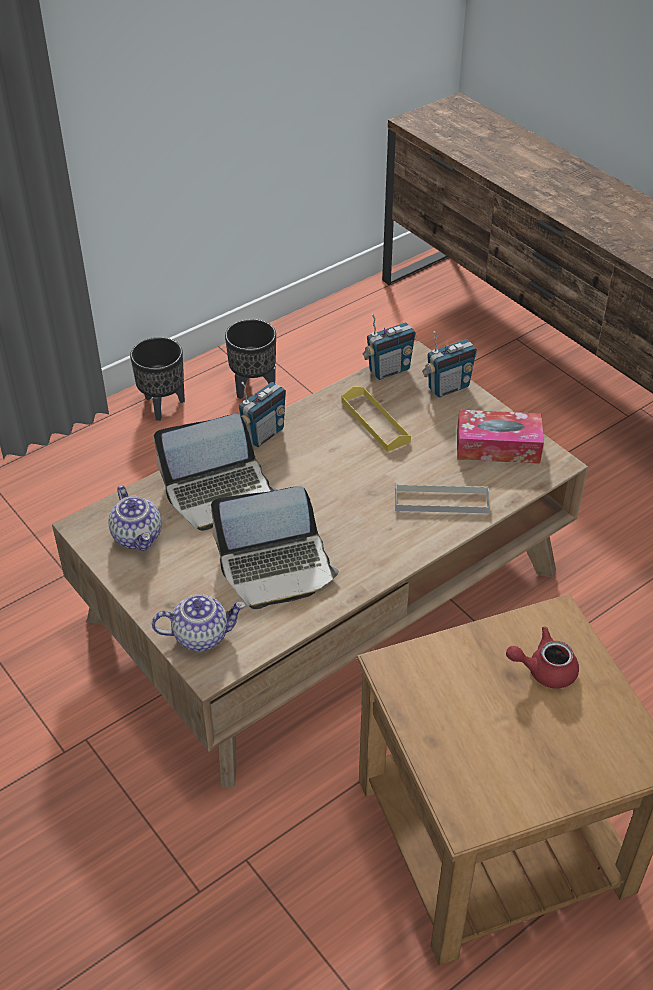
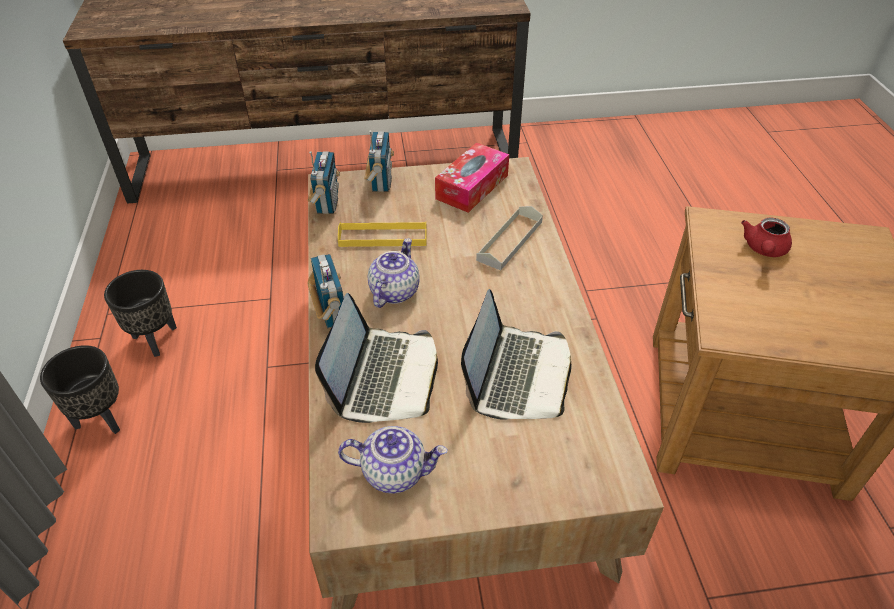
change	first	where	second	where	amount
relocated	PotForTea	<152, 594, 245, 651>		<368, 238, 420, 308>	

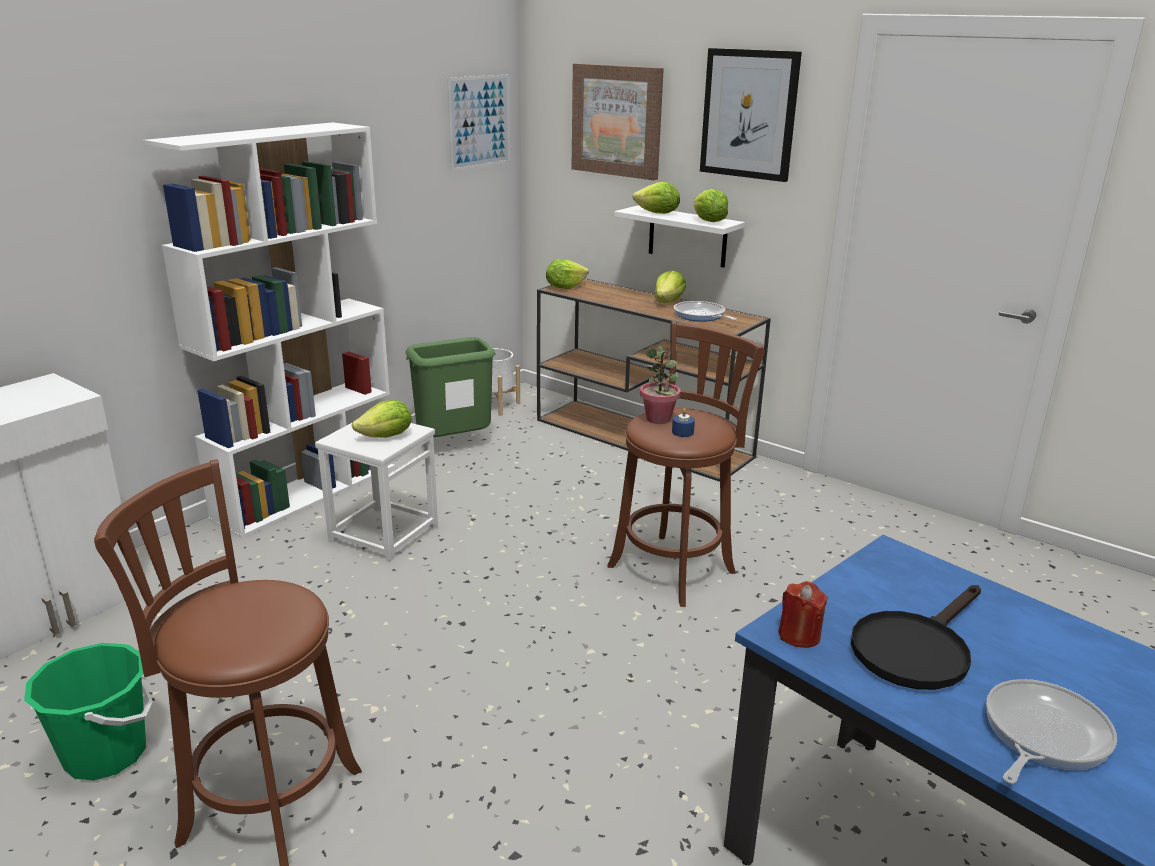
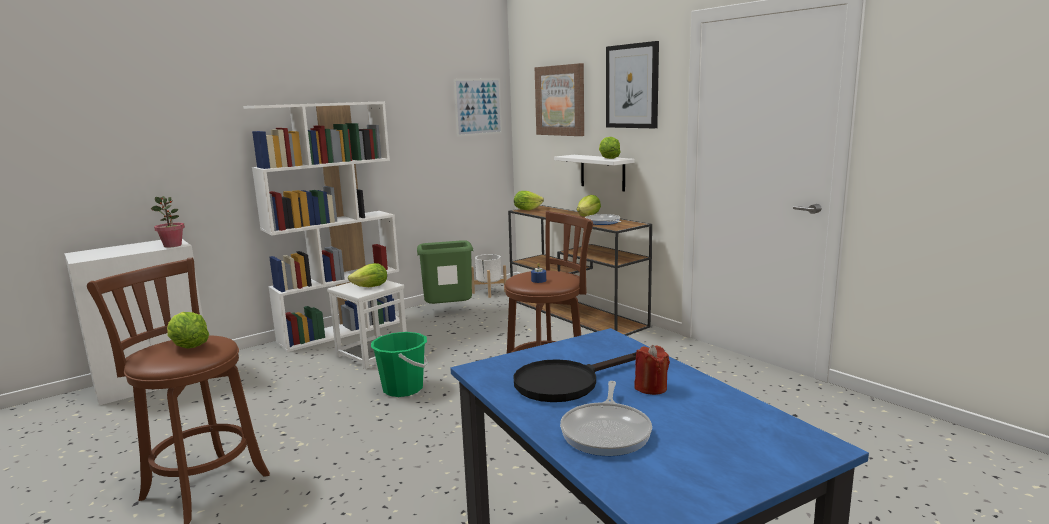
change	first	where	second	where	amount
relocated	LettuceHead	<633, 182, 680, 214>		<167, 312, 209, 349>	
relocated	PlantInAPot	<640, 346, 681, 424>		<151, 196, 185, 248>	
relocated	ReddishCandle	<779, 581, 828, 648>		<635, 345, 670, 395>	
relocated	GreenWaterBucket	<24, 643, 153, 780>		<371, 332, 428, 397>	
spun	FryingPan	<986, 679, 1117, 784>		<560, 381, 652, 456>	135 degrees clockwise

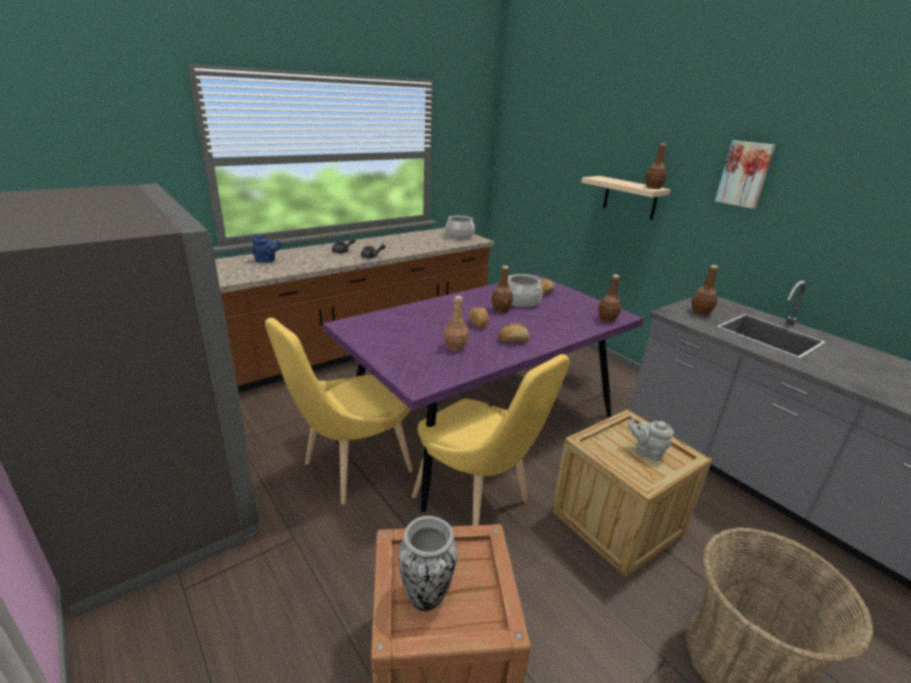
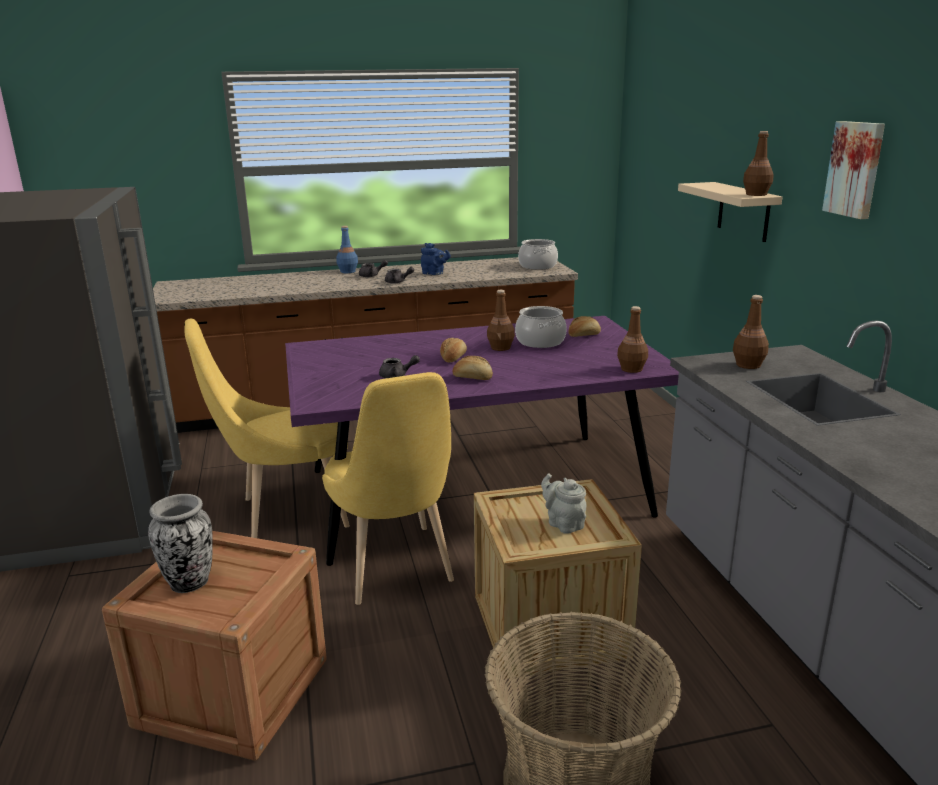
change	first	where	second	where	amount
relocated	BlueColouredPotForTea	<252, 234, 282, 263>		<421, 243, 451, 275>	
exchanged	BrownColouredBottle	<444, 296, 469, 351>	GrayPotForTea	<379, 355, 420, 378>	
appeared			BlueColouredBottle	<336, 226, 358, 273>	

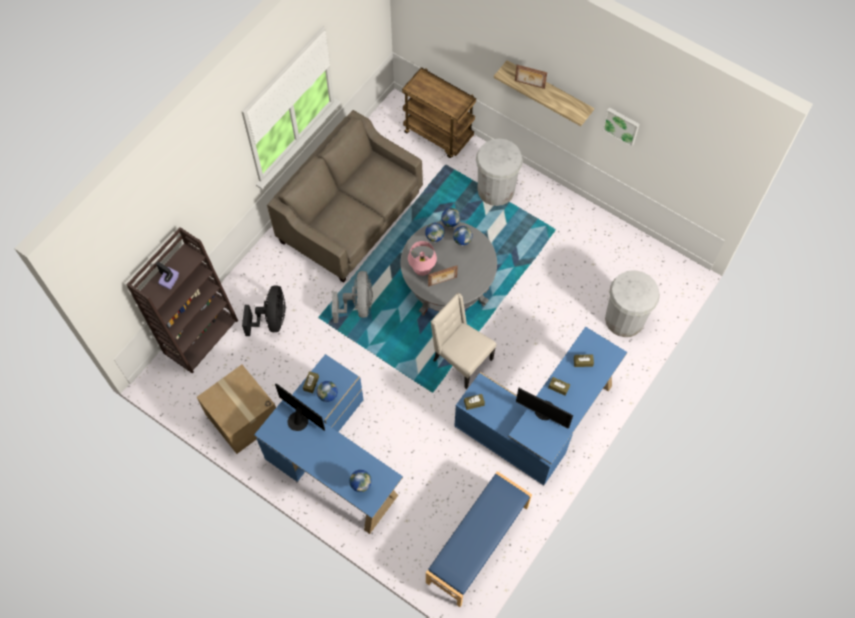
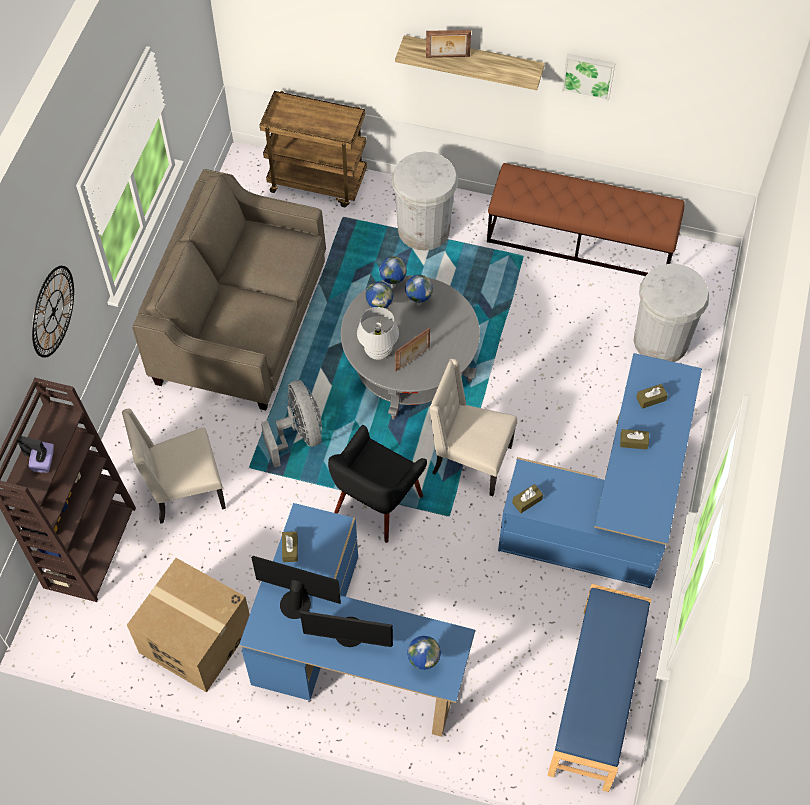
change	first	where	second	where	amount
colour	PinkishTableLamp	<408, 241, 437, 276>	WhitishTableLamp	<357, 307, 399, 360>	
exchanged	BlackElectricFan	<242, 285, 286, 336>	BeigeColouredUprightChair	<122, 409, 226, 524>	
missing	Globe	<317, 381, 338, 402>			
relocated	Monitor	<516, 388, 573, 428>		<300, 611, 393, 647>	
appeared			BrownColouredIndoorBench	<487, 163, 685, 276>	
appeared			ClockOnTheWall	<32, 266, 74, 358>	
appeared			BlackLoungeChair	<328, 425, 427, 543>	

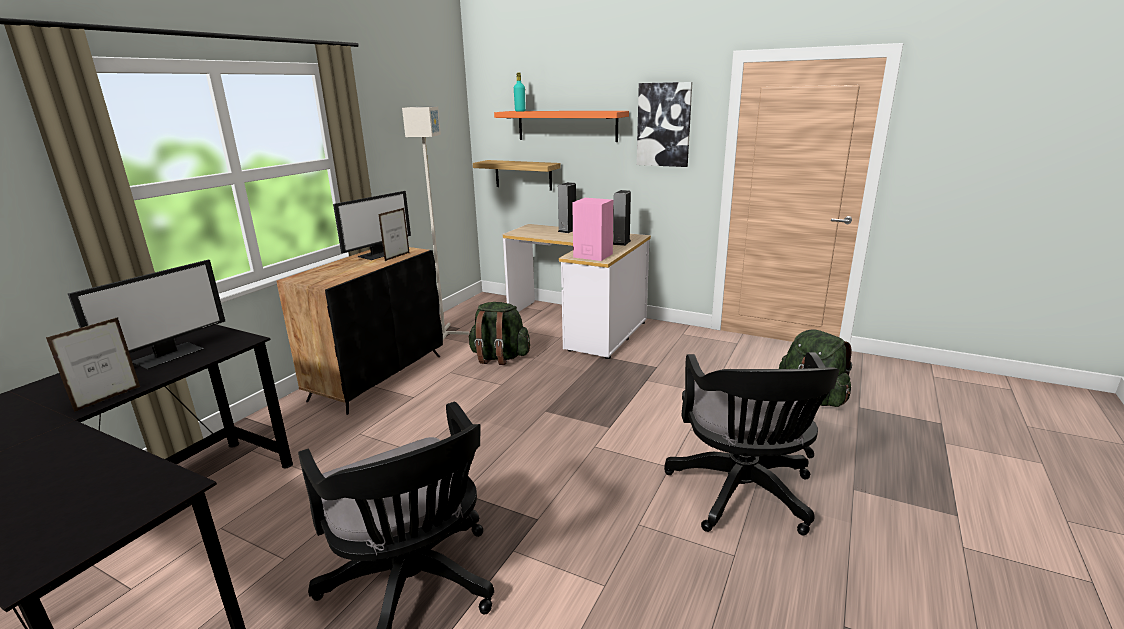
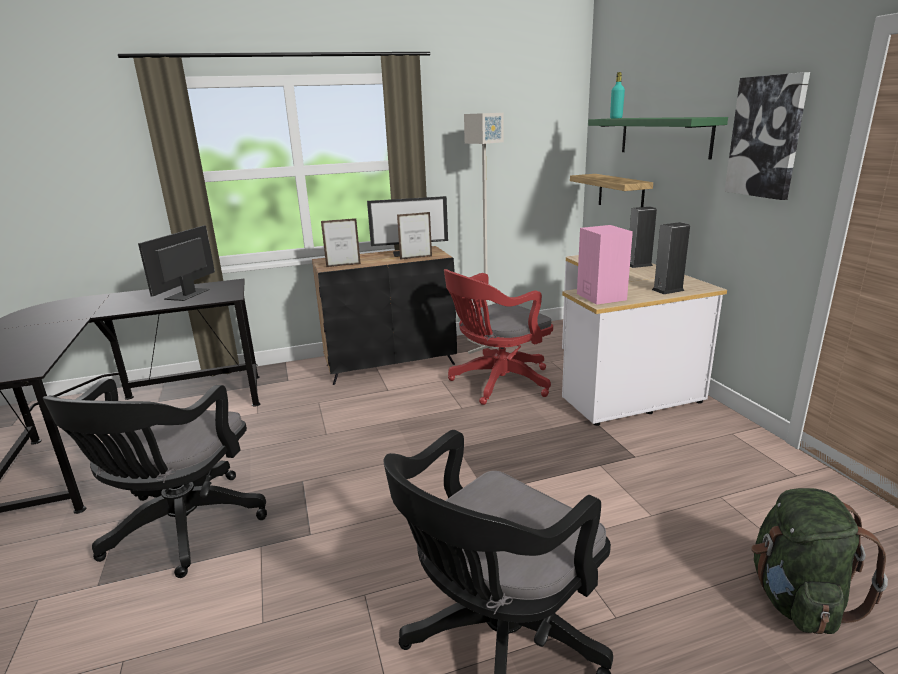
change	first	where	second	where	amount
colour	OrangeShelf	<494, 111, 629, 142>	GreenShelf	<588, 117, 728, 159>	
spun	Monitor	<68, 260, 225, 369>		<138, 225, 215, 301>	120 degrees clockwise
exchanged	GreenKnapsack	<468, 302, 530, 365>	ReddishOfficeChair	<444, 269, 553, 405>	
relocated	PictureFrame	<46, 317, 141, 412>		<321, 218, 361, 267>	

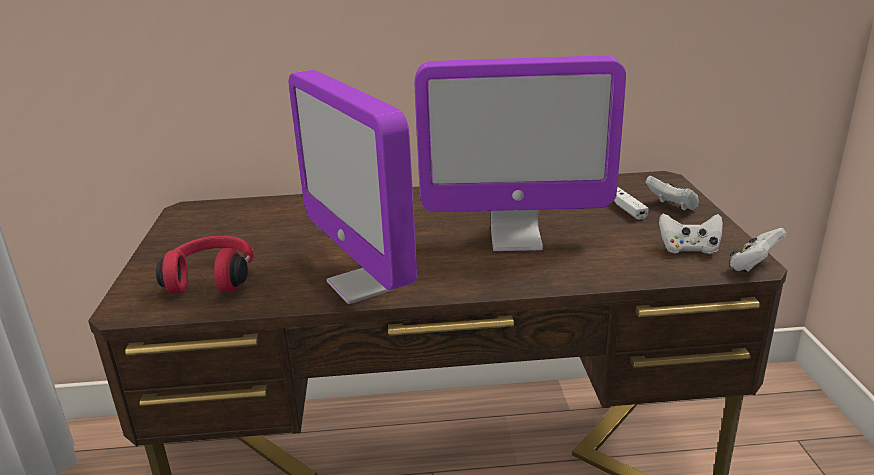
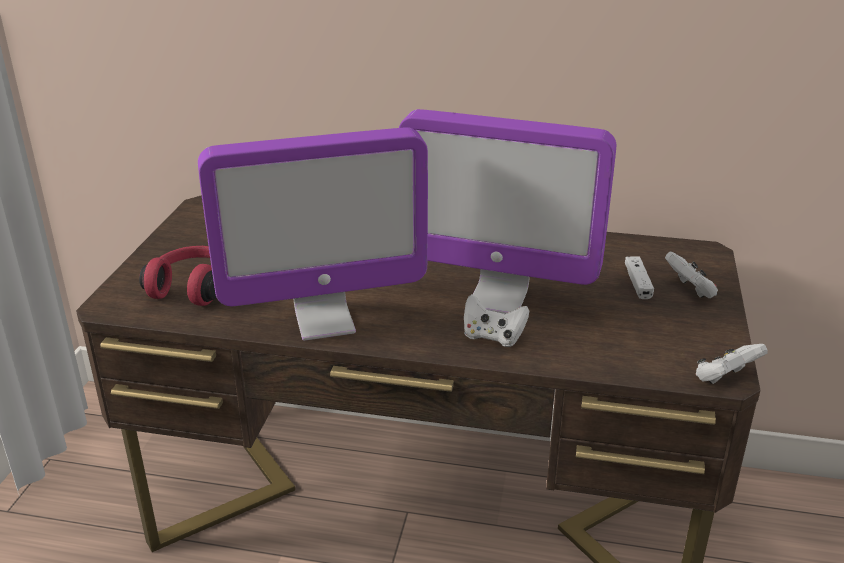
change	first	where	second	where	amount
spun	Monitor	<289, 70, 417, 304>		<198, 127, 428, 341>	90 degrees counterclockwise
relocated	WhitishGamepad	<659, 214, 723, 254>		<464, 294, 529, 347>	

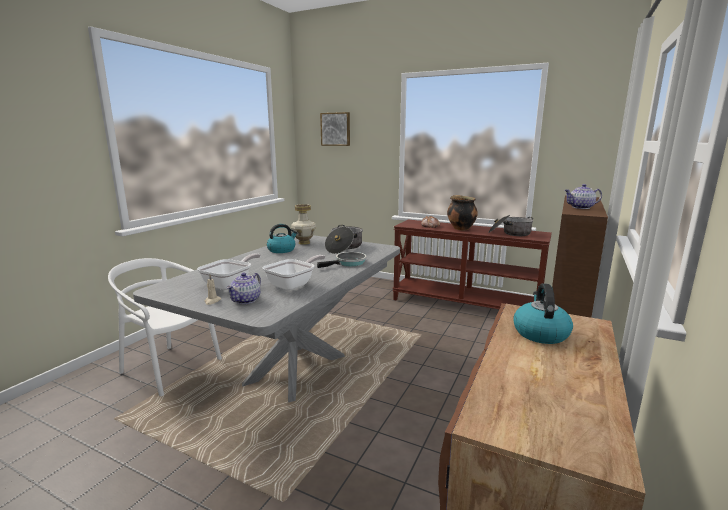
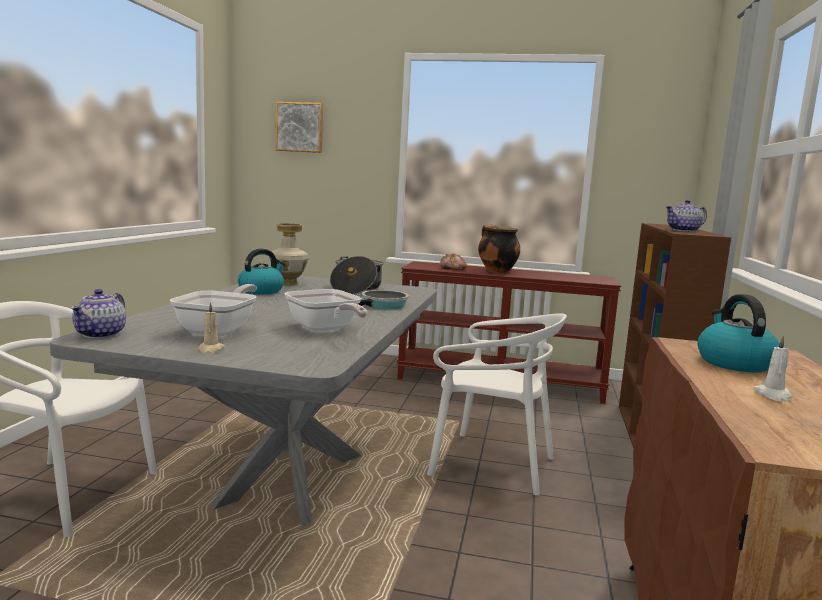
change	first	where	second	where	amount
missing	CookingPot	<488, 215, 533, 236>			
spun	FryingPan	<262, 255, 326, 291>		<284, 289, 367, 331>	120 degrees clockwise
relocated	PotForTea	<226, 273, 261, 304>		<70, 289, 126, 339>	
appeared			WhitishUprightChair	<427, 313, 567, 496>	
appeared			WhitishCandle	<754, 335, 792, 402>	

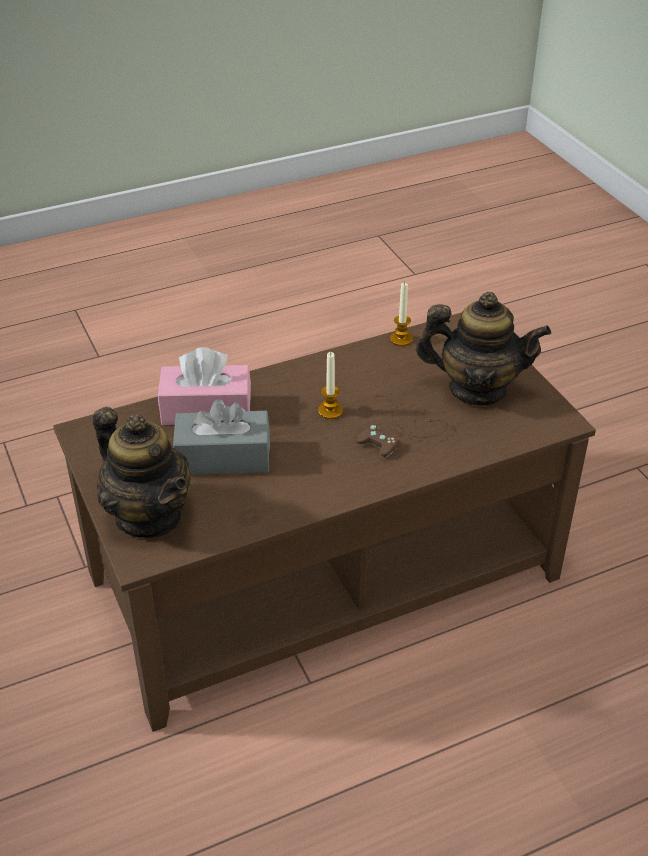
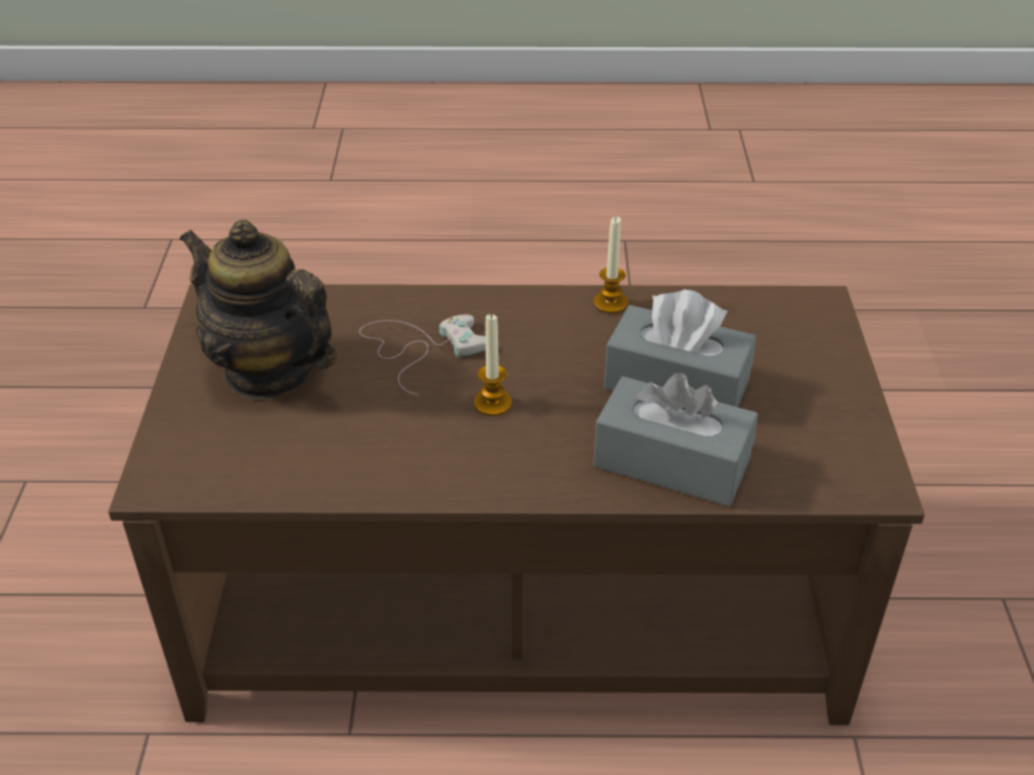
change	first	where	second	where	amount
relocated	Candle	<390, 282, 413, 346>		<593, 216, 628, 314>	
colour	PinkishTissueBox	<158, 347, 251, 425>	GrayTissueBox	<594, 373, 758, 506>	
colour	BrownColouredGamepad	<356, 395, 448, 458>	WhitishGamepad	<359, 314, 486, 396>	
missing	PotForTea	<93, 407, 191, 538>			

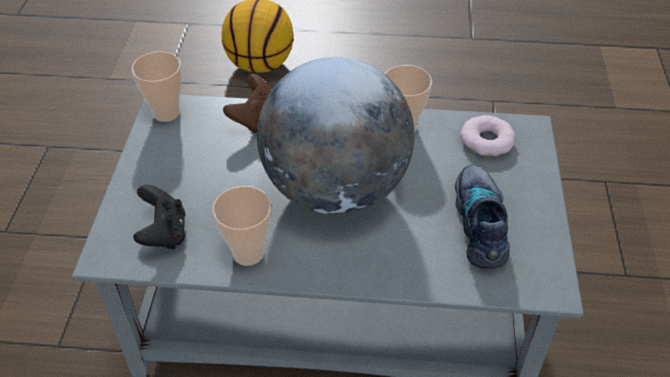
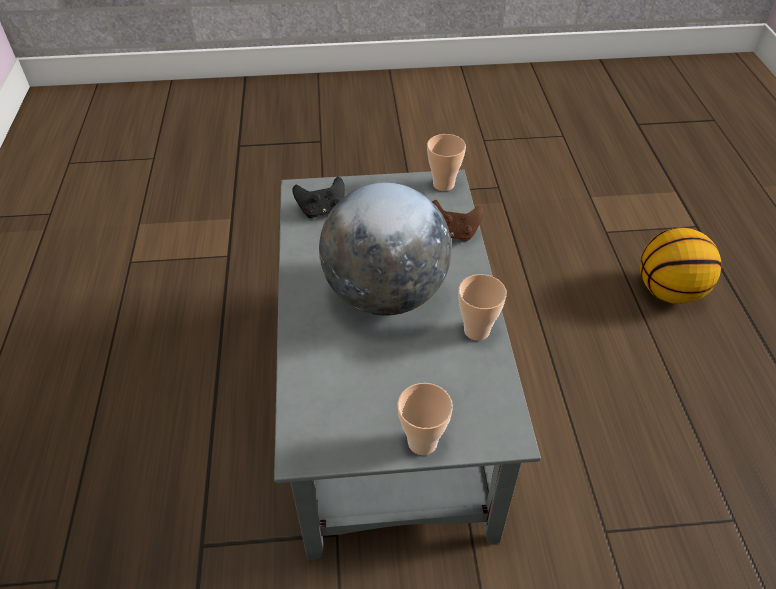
change	first	where	second	where	amount
missing	Doughnut	<460, 115, 515, 156>			
missing	LowShoe	<455, 165, 510, 269>			
relocated	SmallCup	<213, 186, 271, 266>		<397, 383, 453, 455>	

